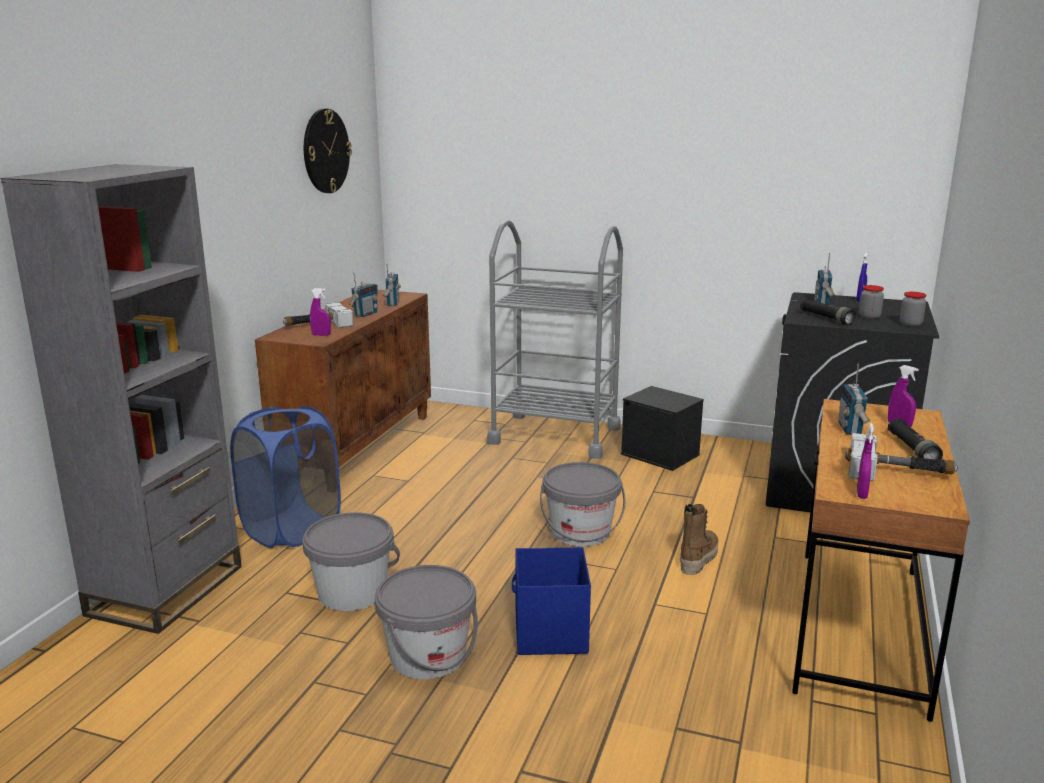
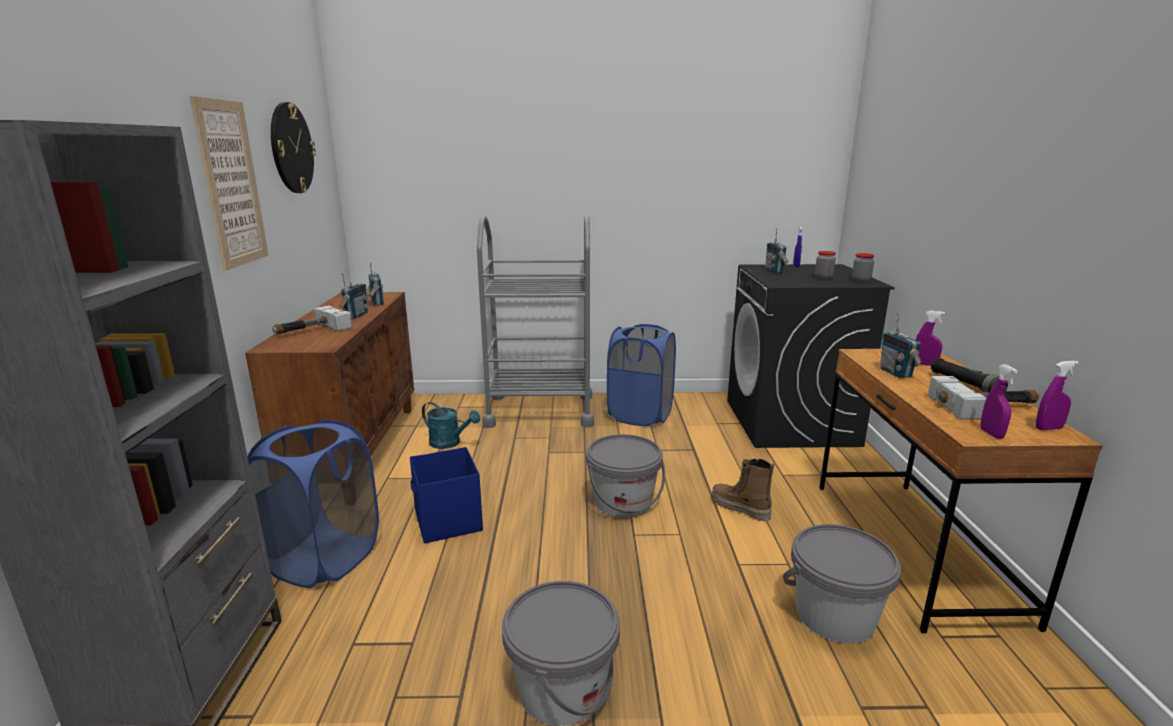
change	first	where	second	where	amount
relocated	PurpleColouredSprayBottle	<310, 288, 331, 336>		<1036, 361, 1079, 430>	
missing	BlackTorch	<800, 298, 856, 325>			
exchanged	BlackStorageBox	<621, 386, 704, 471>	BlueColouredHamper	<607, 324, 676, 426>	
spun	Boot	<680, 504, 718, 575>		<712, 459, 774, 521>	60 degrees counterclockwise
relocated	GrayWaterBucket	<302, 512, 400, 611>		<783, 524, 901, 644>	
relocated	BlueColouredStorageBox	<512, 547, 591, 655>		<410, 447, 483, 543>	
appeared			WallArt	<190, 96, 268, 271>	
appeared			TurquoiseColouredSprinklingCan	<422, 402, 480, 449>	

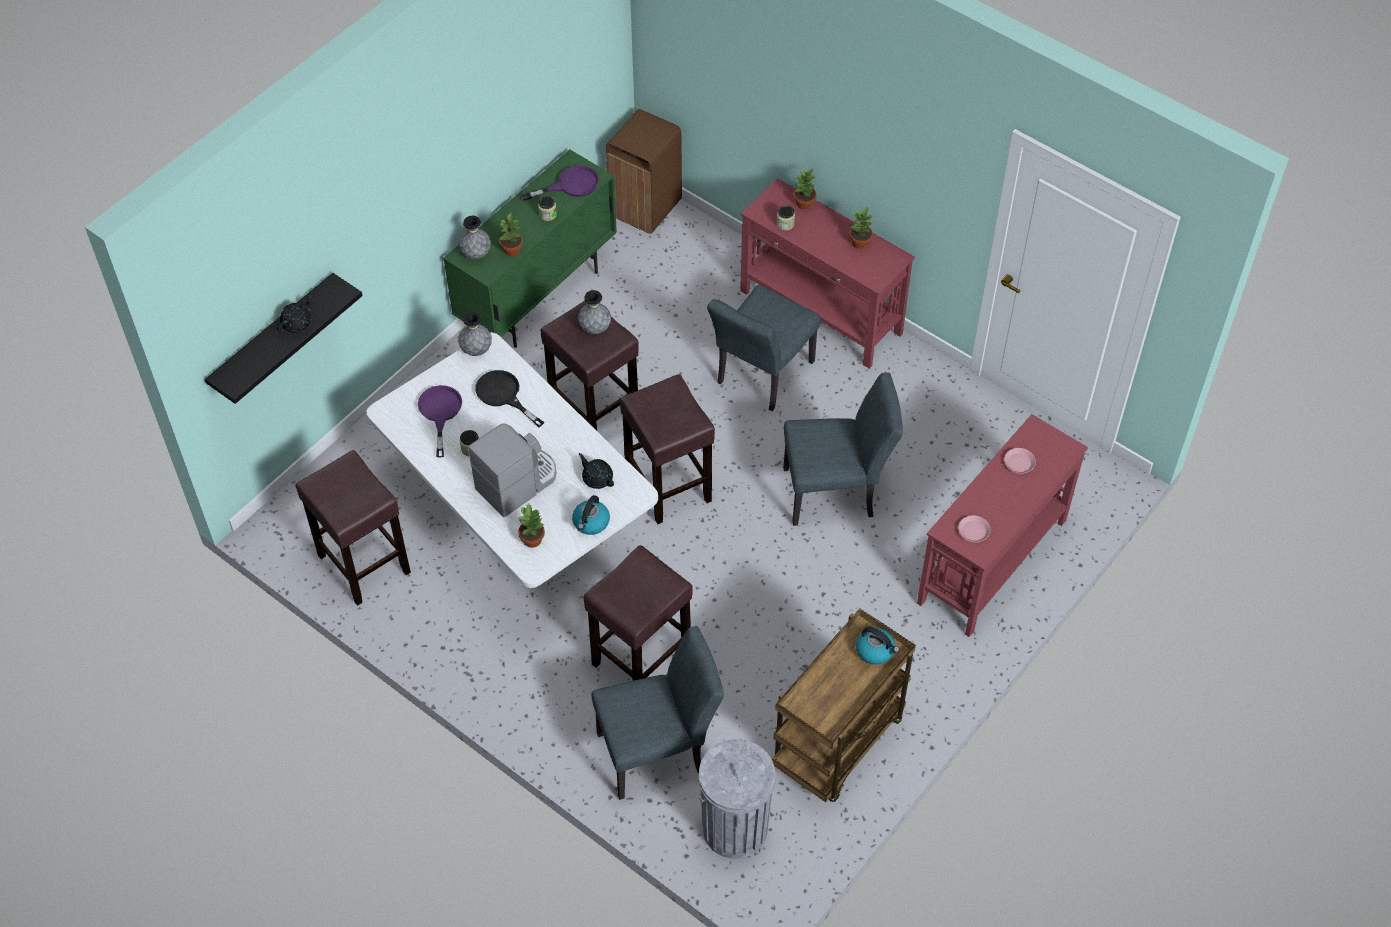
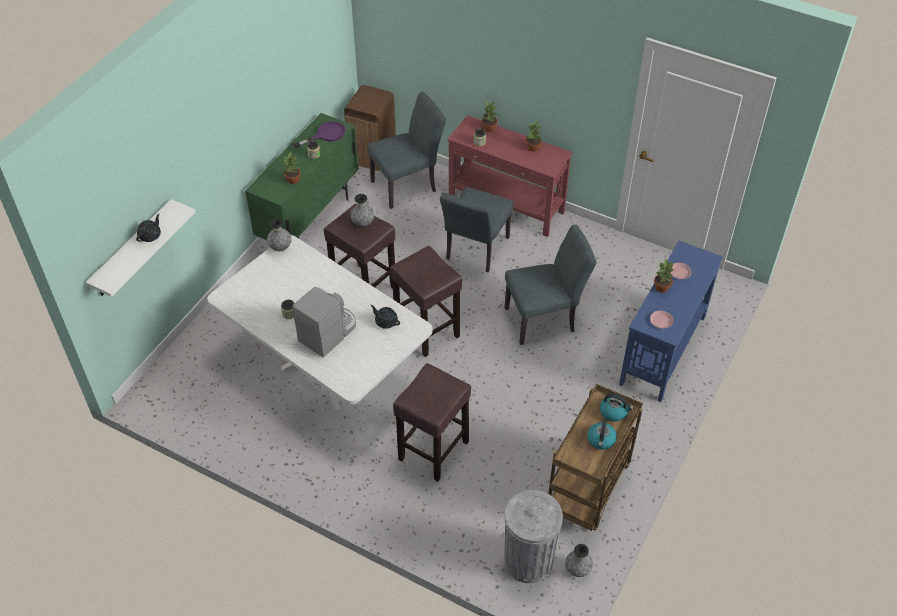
change	first	where	second	where	amount
relocated	GrayDecorativeVase	<459, 216, 491, 260>		<565, 544, 593, 577>	
colour	BlackShelf	<205, 273, 363, 404>	WhitishShelf	<86, 199, 196, 297>	
missing	BlackFryingPan	<475, 370, 544, 427>			
missing	PurpleColouredFryingPan	<418, 385, 462, 457>			
colour	ReddishConsoleTable	<917, 414, 1088, 637>	BlueColouredConsoleTable	<619, 241, 723, 402>	
missing	BrownColouredStoolSeat	<295, 450, 411, 606>			
relocated	WaterKettle	<572, 495, 610, 535>		<587, 418, 617, 450>	
relocated	PlantInAPot	<518, 504, 545, 548>		<654, 259, 674, 293>	
relocated	GrayUprightChair	<592, 626, 724, 800>		<367, 92, 446, 209>	

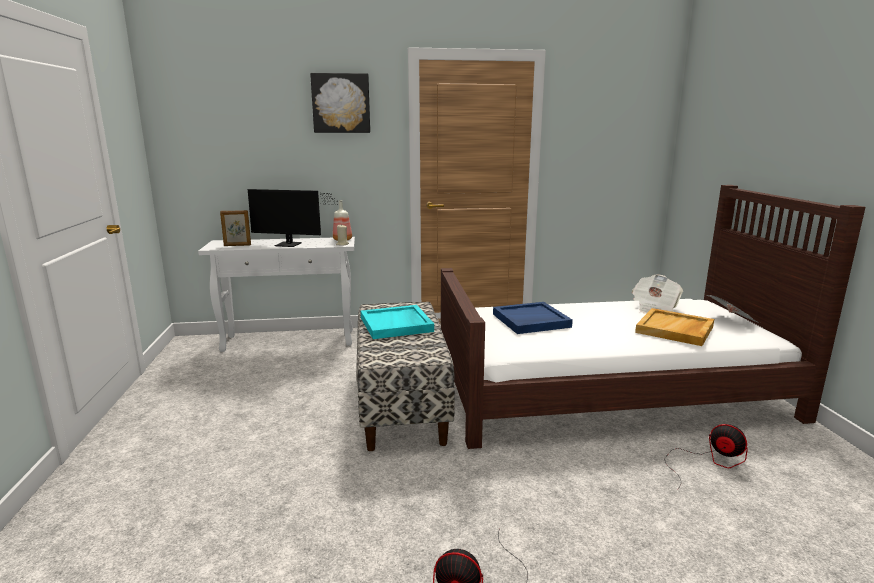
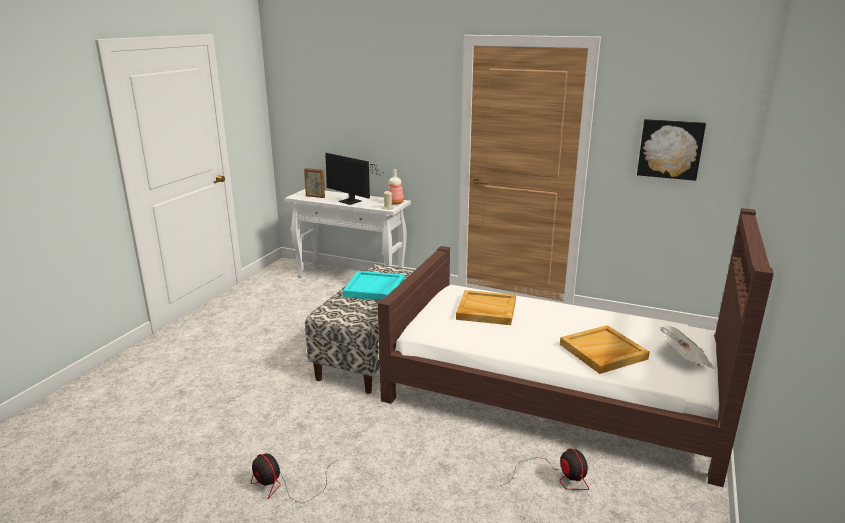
change	first	where	second	where	amount
relocated	WallArt	<310, 73, 370, 133>		<637, 119, 706, 181>	
missing	Newspaper	<632, 274, 683, 314>			
colour	BlueColouredServingTray	<493, 302, 573, 334>	BeigeColouredServingTray	<456, 290, 516, 325>	

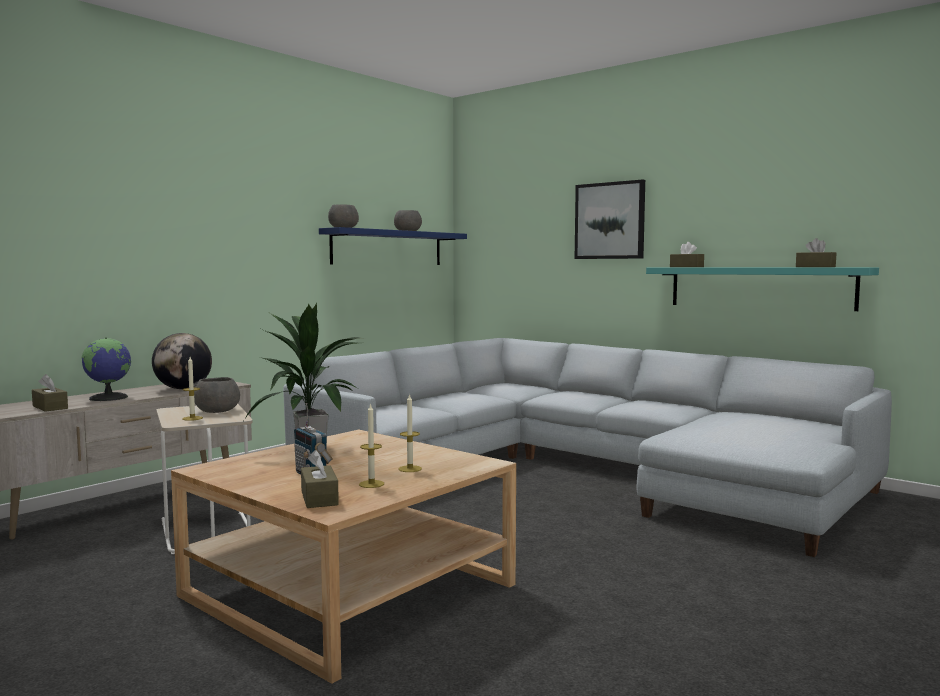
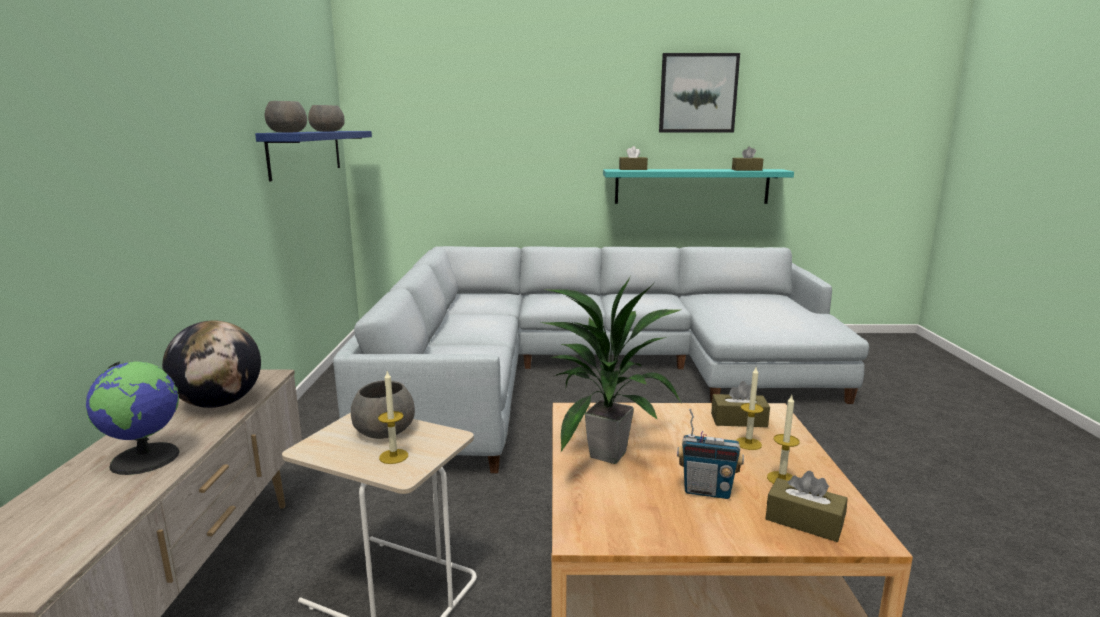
change	first	where	second	where	amount
relocated	WallArt	<575, 179, 645, 259>		<659, 53, 740, 132>	
relocated	BrownColouredTissueBox	<32, 374, 68, 412>		<711, 381, 770, 427>	

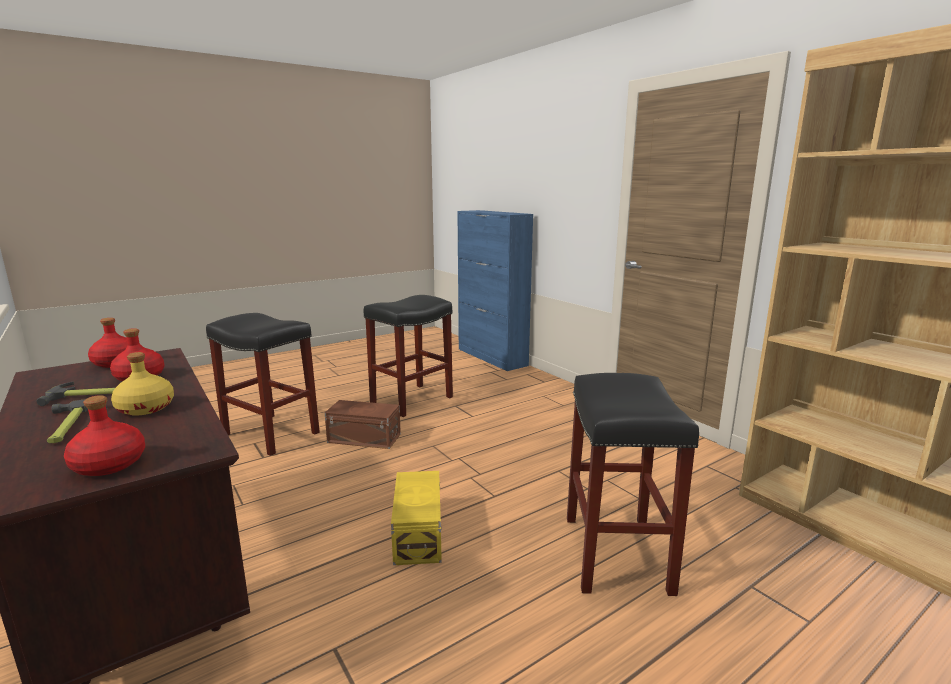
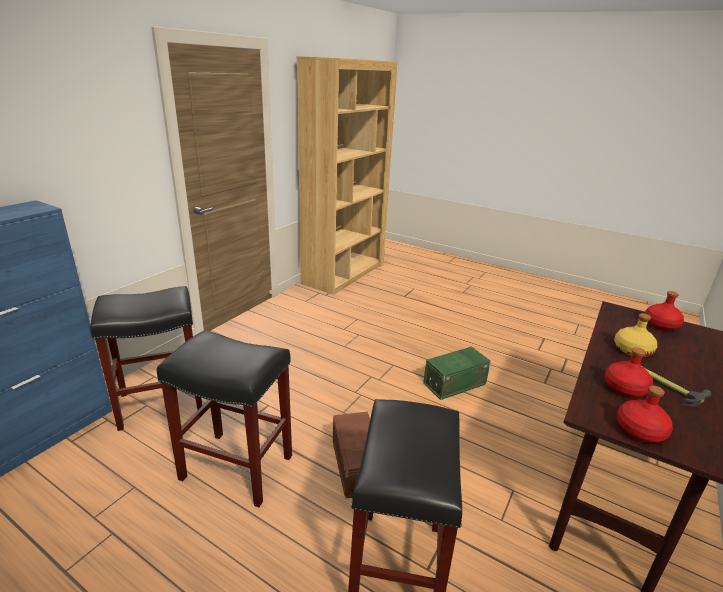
change	first	where	second	where	amount
relocated	BlackStoolSeat	<567, 373, 699, 596>		<90, 286, 202, 431>	
missing	ToolHammer	<47, 399, 107, 443>			
colour	YellowishStorageBox	<391, 471, 442, 565>	GreenStorageBox	<423, 346, 491, 400>	

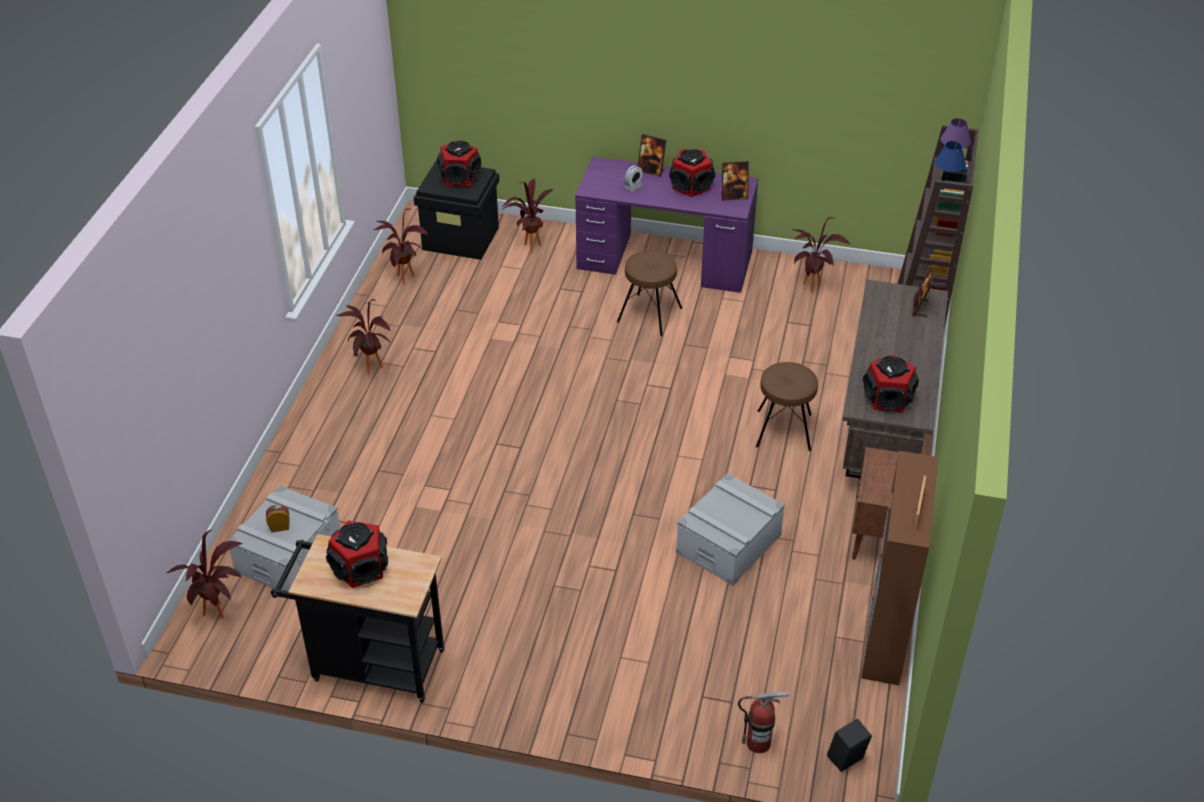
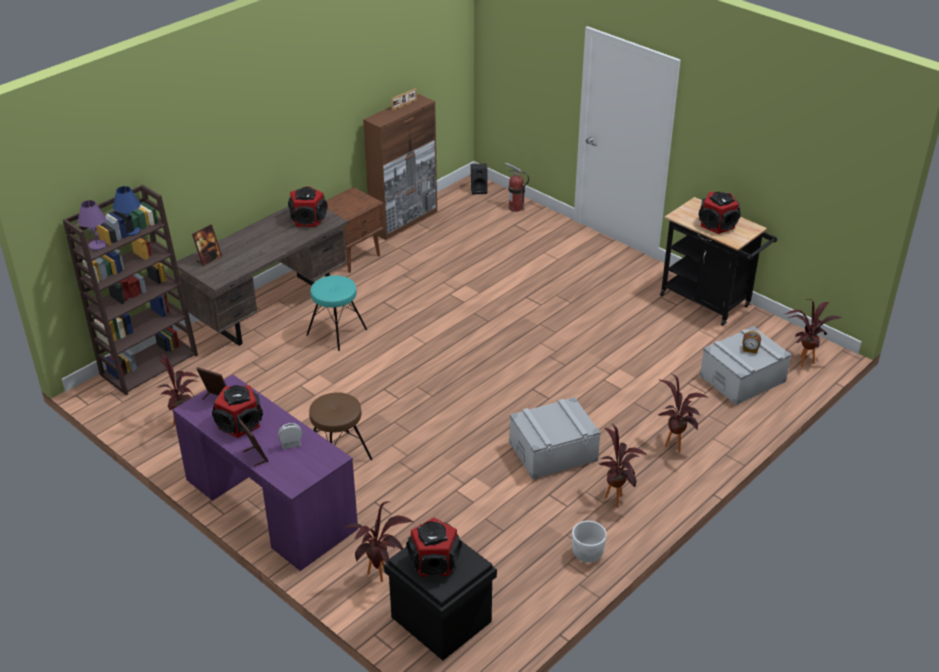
change	first	where	second	where	amount
relocated	PlantInAPot	<373, 208, 429, 284>		<658, 374, 709, 453>	
colour	BrownColouredStoolSeat	<756, 362, 818, 451>	TurquoiseColouredStoolSeat	<307, 276, 367, 351>	
relocated	GrayStorageBox	<676, 473, 785, 586>		<509, 397, 601, 480>	
appeared			WhitishPlanter	<572, 521, 607, 563>	

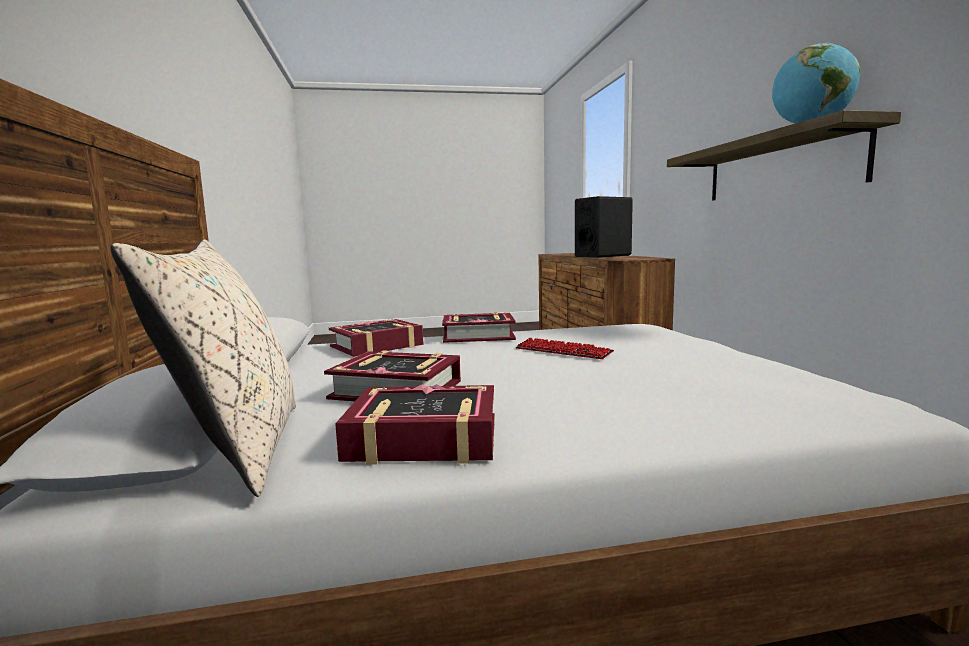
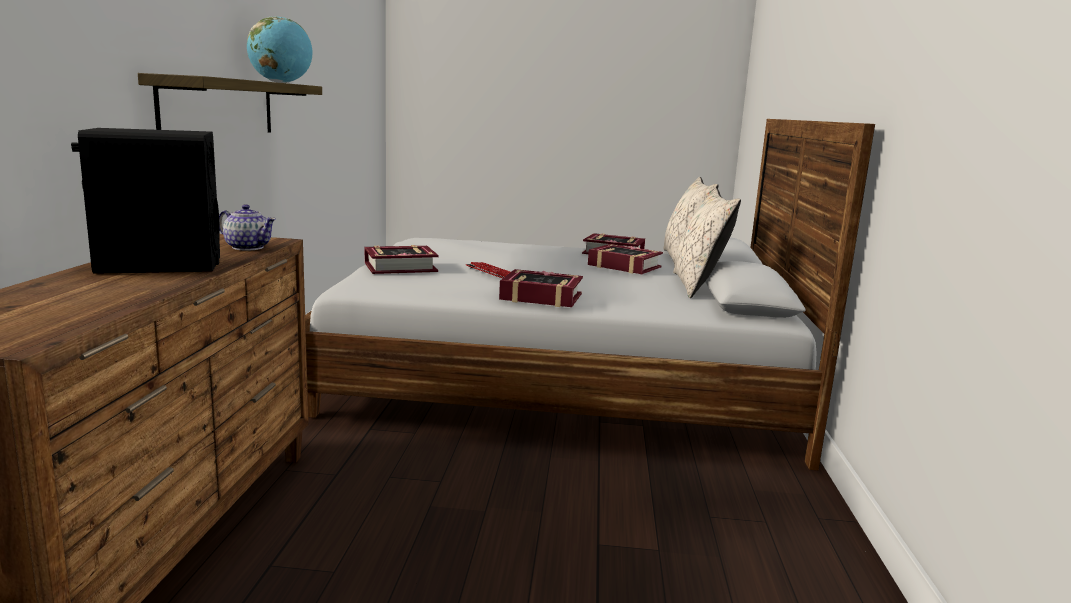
change	first	where	second	where	amount
relocated	Book	<329, 319, 424, 357>		<365, 245, 439, 274>	
appeared			BeigeColouredPillow	<673, 188, 741, 298>	
appeared			PotForTea	<219, 204, 276, 251>	

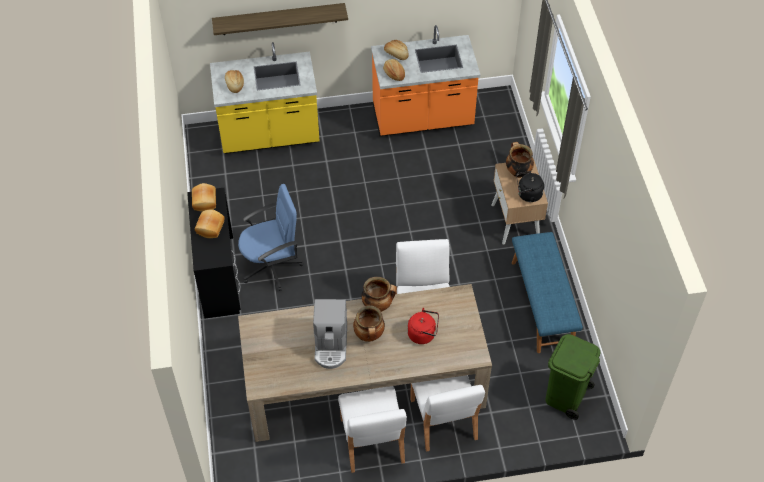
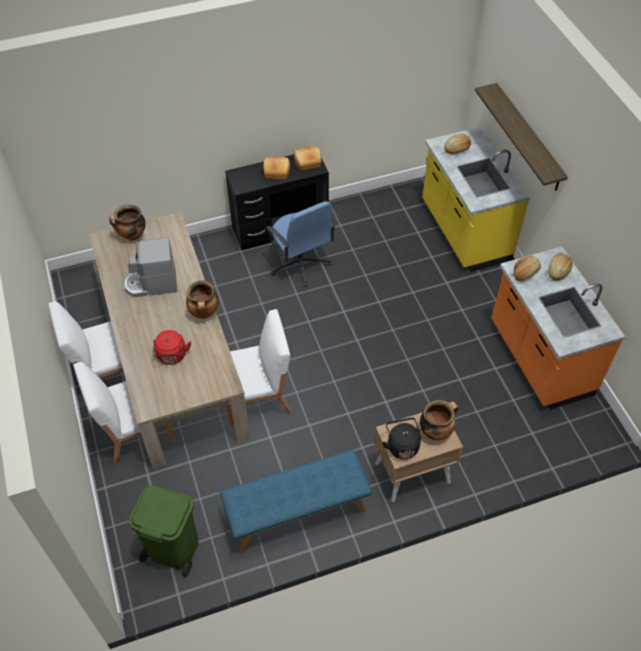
change	first	where	second	where	amount
relocated	CookingPot	<353, 305, 385, 342>		<109, 204, 146, 240>	

